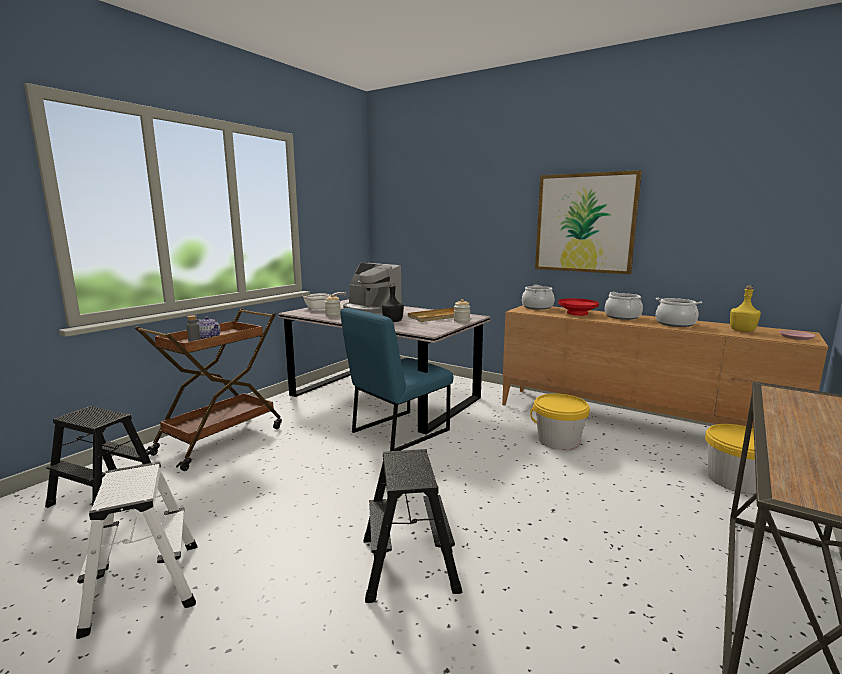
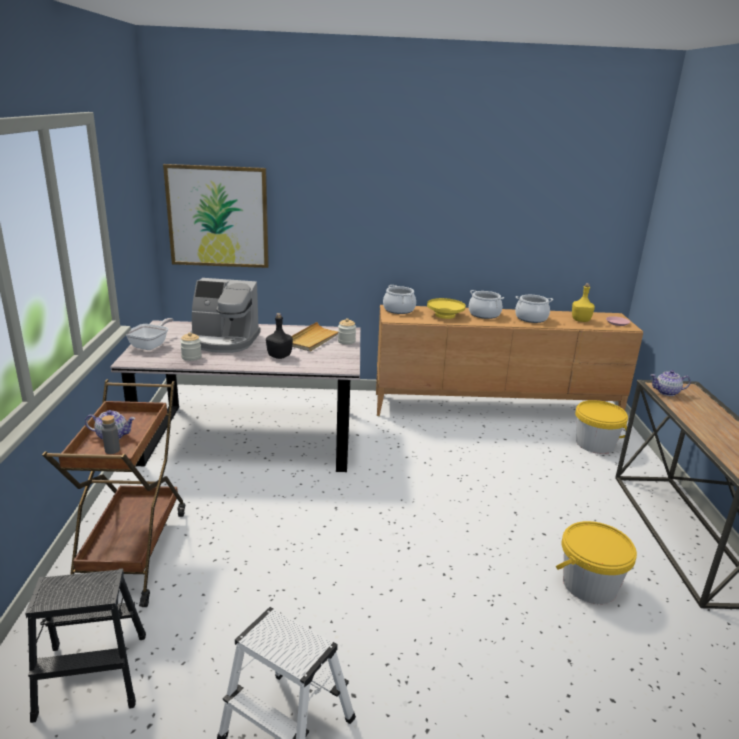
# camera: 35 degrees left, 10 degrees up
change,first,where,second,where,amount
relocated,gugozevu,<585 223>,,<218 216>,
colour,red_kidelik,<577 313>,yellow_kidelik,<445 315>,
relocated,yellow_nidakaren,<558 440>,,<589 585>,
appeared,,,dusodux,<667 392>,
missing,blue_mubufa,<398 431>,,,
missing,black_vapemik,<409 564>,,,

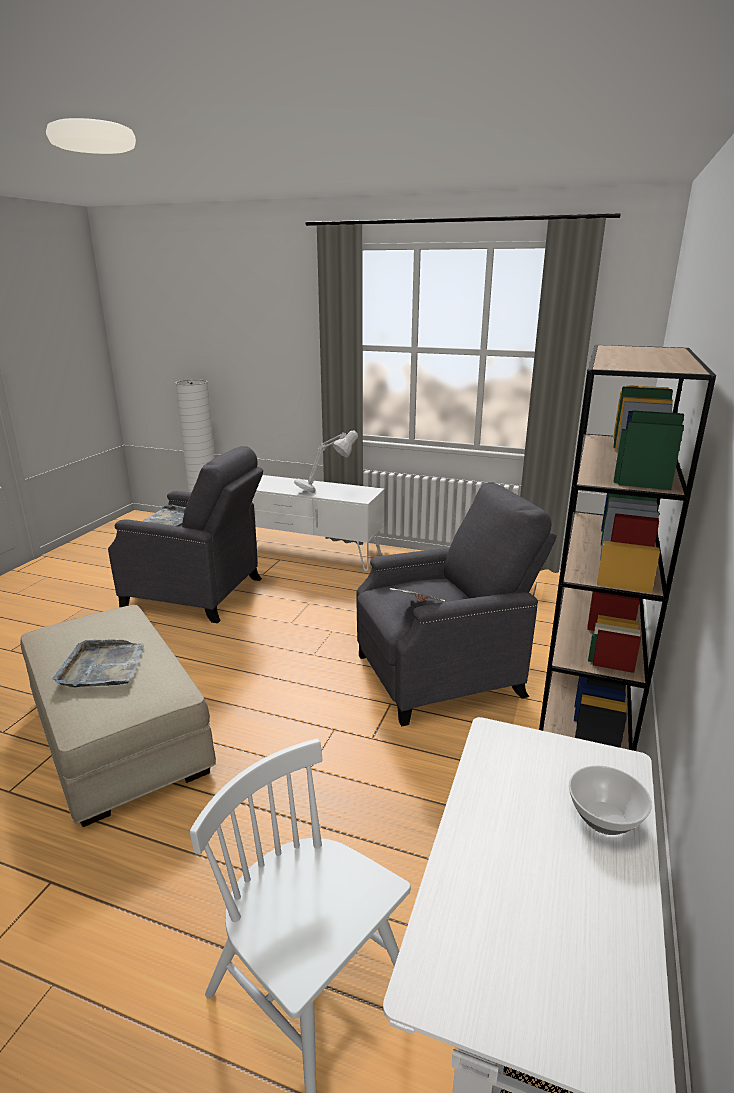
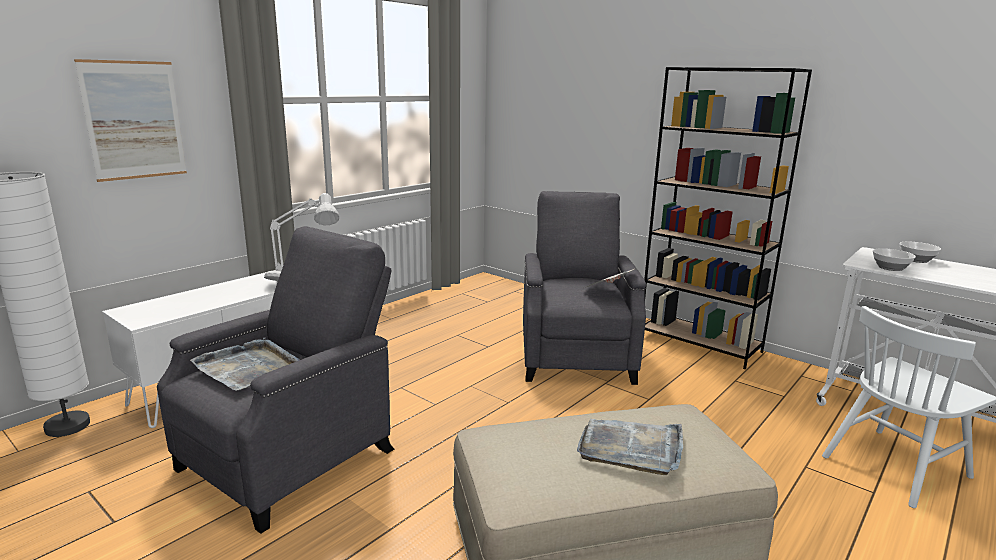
# camera: 70 degrees left, 5 degrees down
change,first,where,second,where,amount
appeared,,,gugozevu,<134 120>,
appeared,,,kidelik,<890 268>,

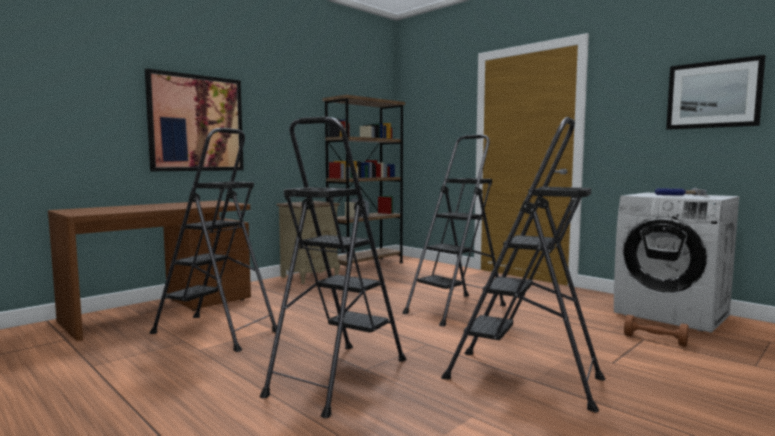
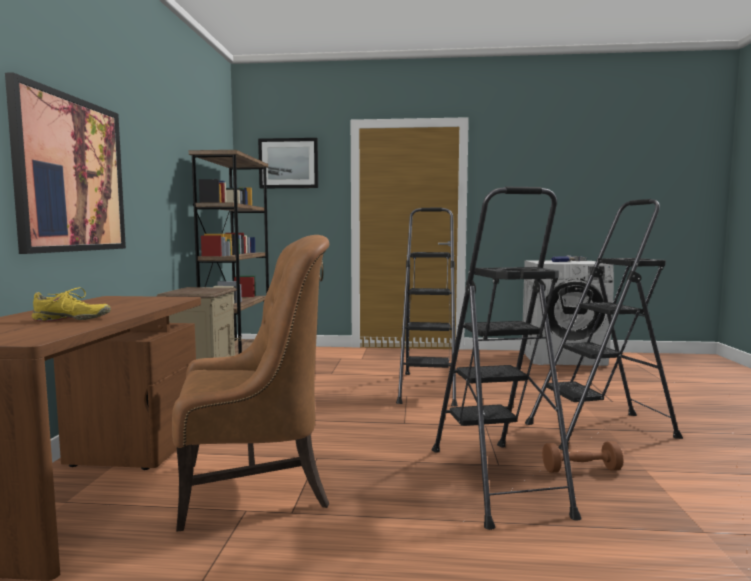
# camera: 40 degrees left, 0 degrees up
change,first,where,second,where,amount
appeared,,,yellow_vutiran,<72 319>,
exchanged,vapemik,<216 332>,brown_mubufa,<257 484>,
relocated,gugozevu,<713 94>,,<288 163>,
relocated,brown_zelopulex,<655 340>,,<581 470>,

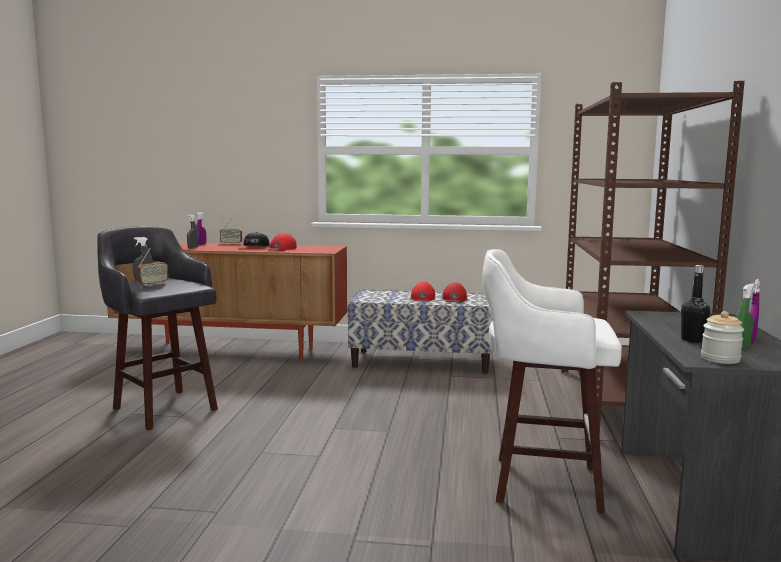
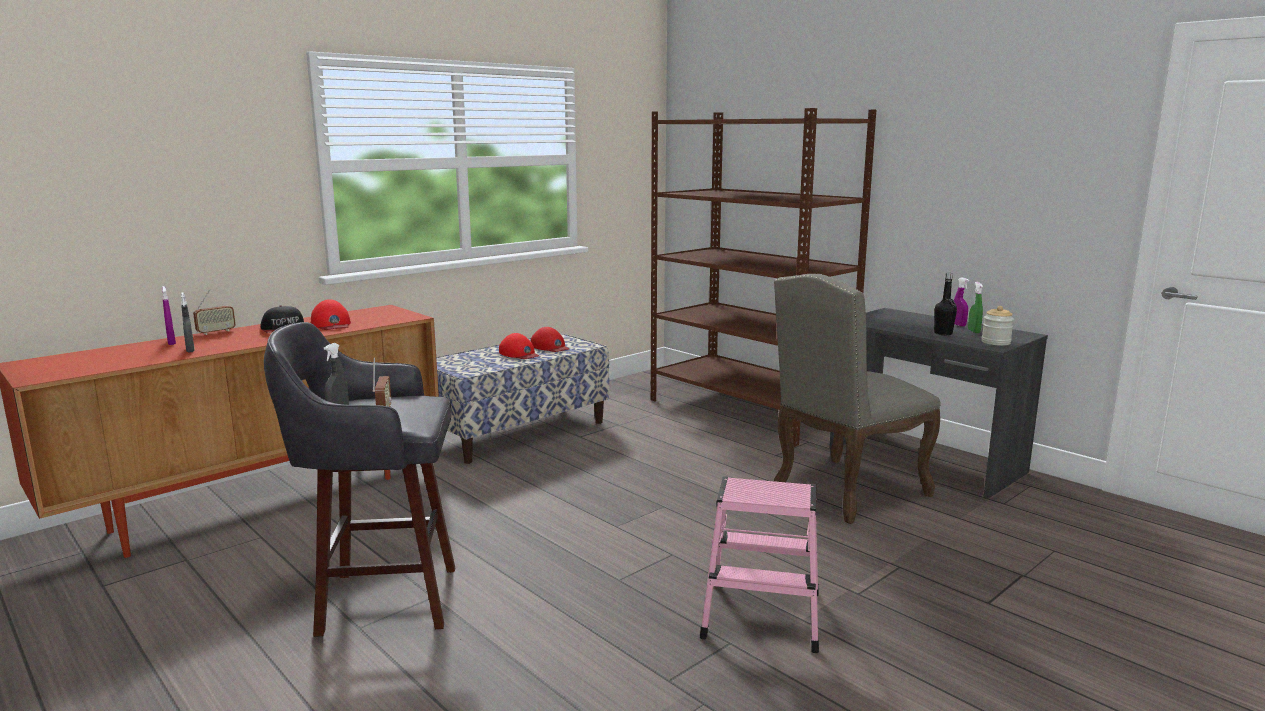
# camera: 50 degrees left, 5 degrees up
change,first,where,second,where,amount
appeared,,,pink_vapemik,<762 613>,
exchanged,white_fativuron,<540 483>,grey_mubufa,<844 492>,

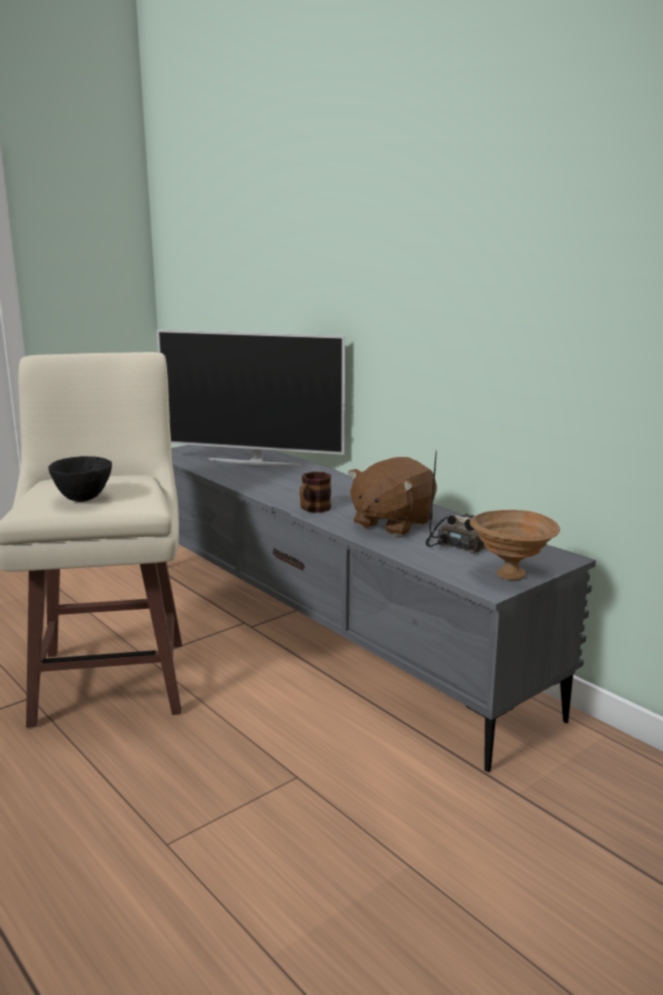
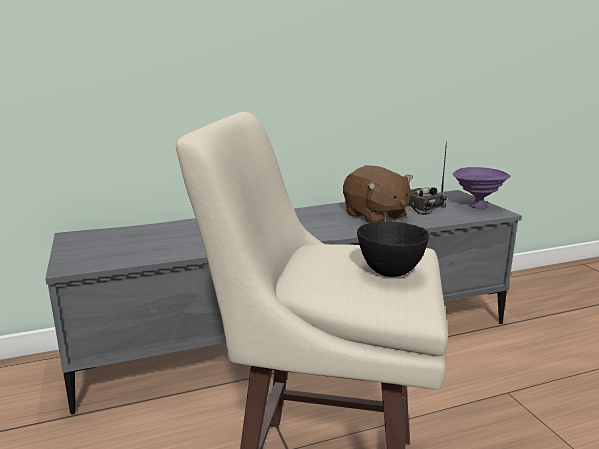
# camera: 70 degrees left, 0 degrees up
change,first,where,second,where,amount
colour,brown_kidelik,<509 574>,purple_kidelik,<477 206>,
missing,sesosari,<255 462>,,,
missing,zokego,<313 509>,,,

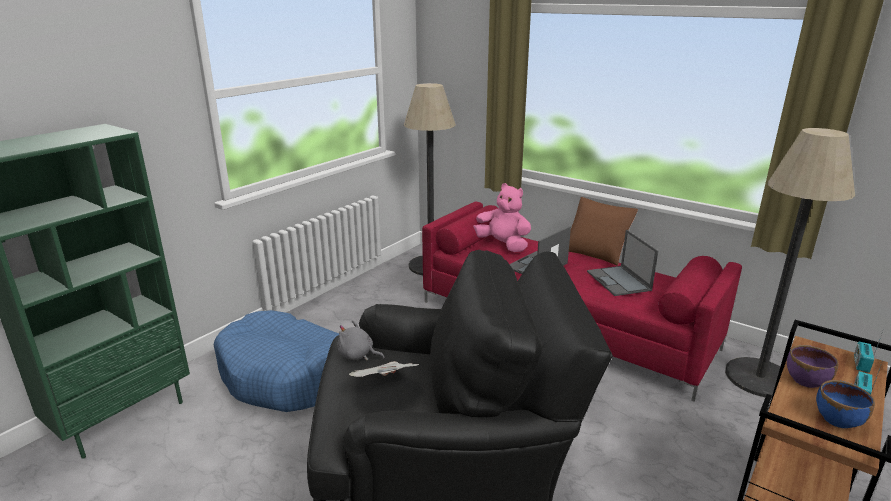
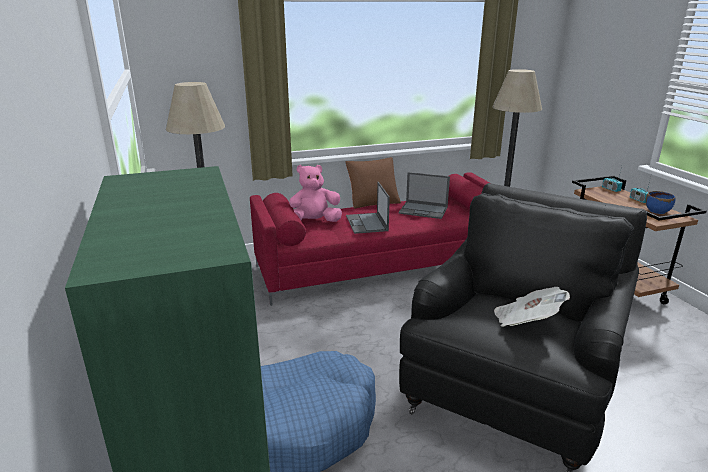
# camera: 55 degrees left, 0 degrees up
change,first,where,second,where,amount
missing,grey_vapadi,<358 355>,,,
missing,purple_kidelik,<806 380>,,,

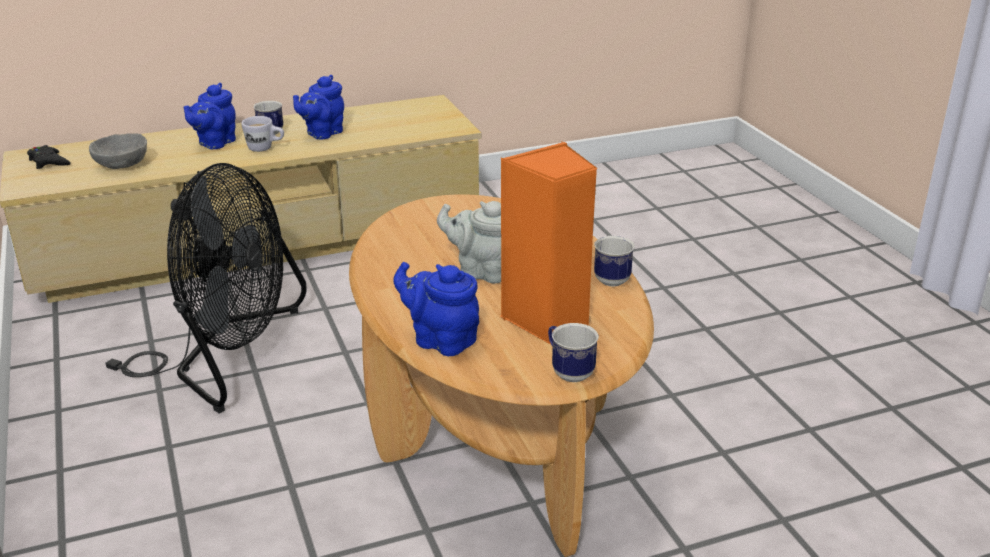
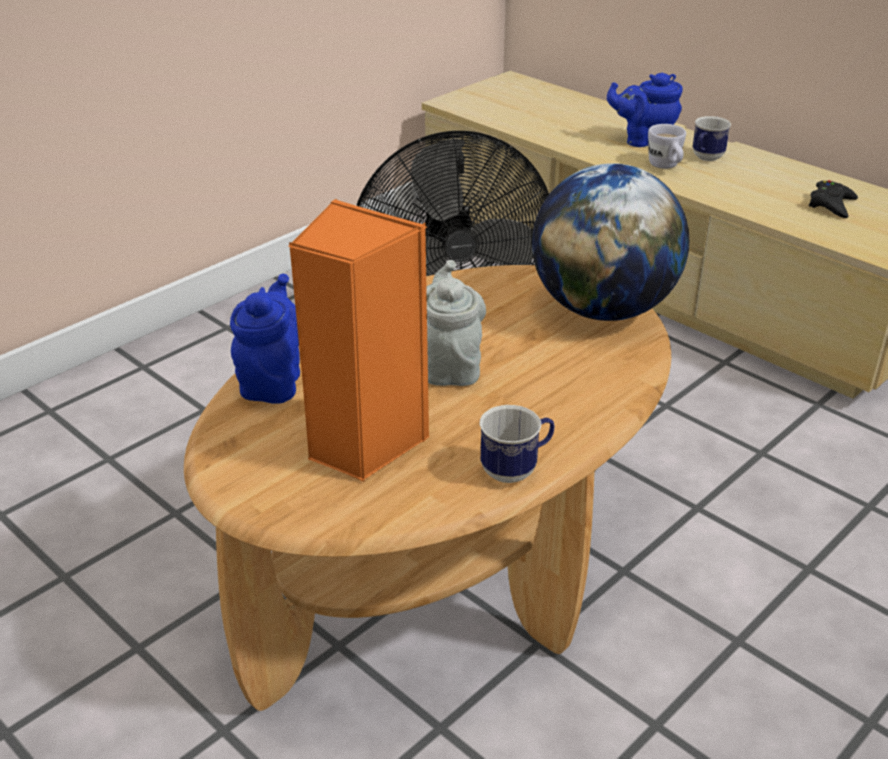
# camera: 65 degrees right, 5 degrees up
change,first,where,second,where,amount
appeared,,,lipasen,<603 309>,
relocated,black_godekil,<49 162>,,<831 205>,
missing,grey_kidelik,<122 165>,,,
missing,blue_dusodux,<322 133>,,,
missing,zokego,<568 371>,,,

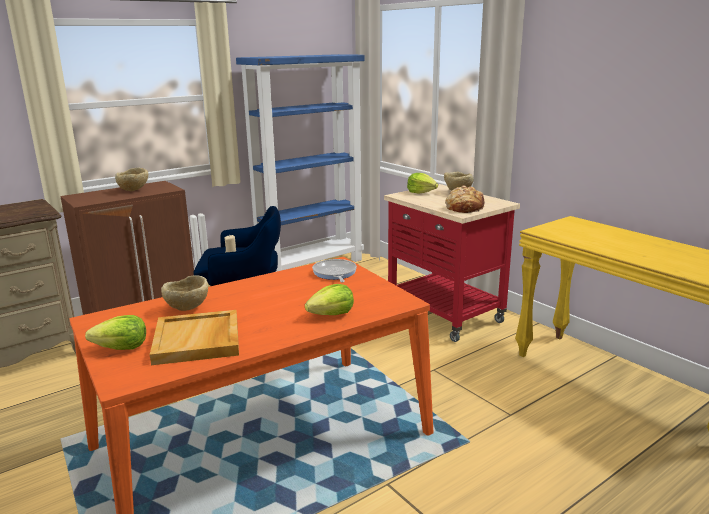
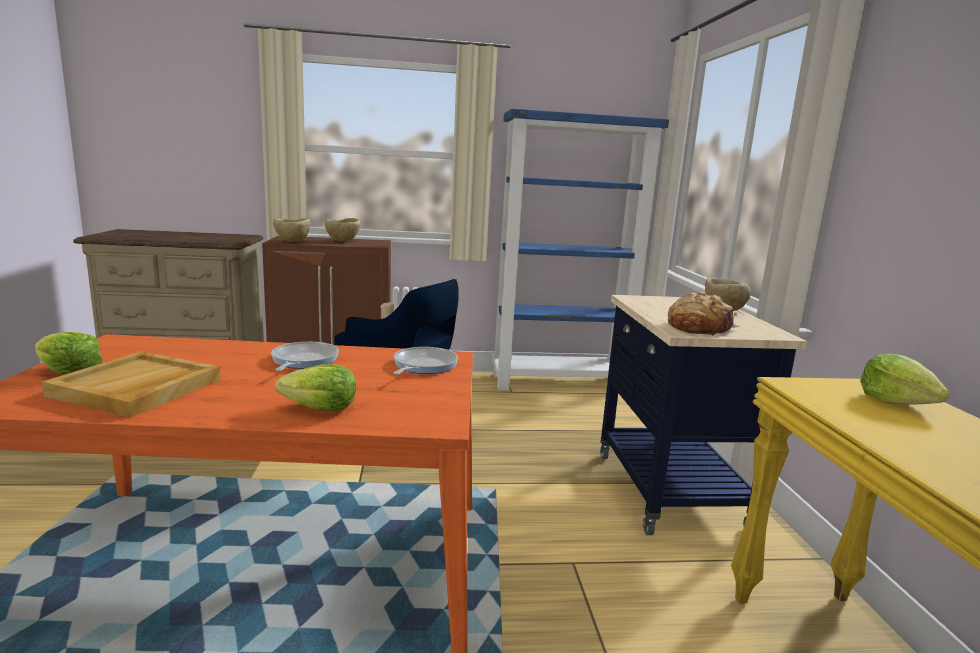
# camera: 30 degrees right, 5 degrees down
change,first,where,second,where,amount
appeared,,,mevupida,<303 361>,
relocated,beige_kidelik,<187 309>,,<292 242>,
colour,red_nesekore,<445 315>,blue_nesekore,<670 493>,
relocated,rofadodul,<421 192>,,<896 401>,

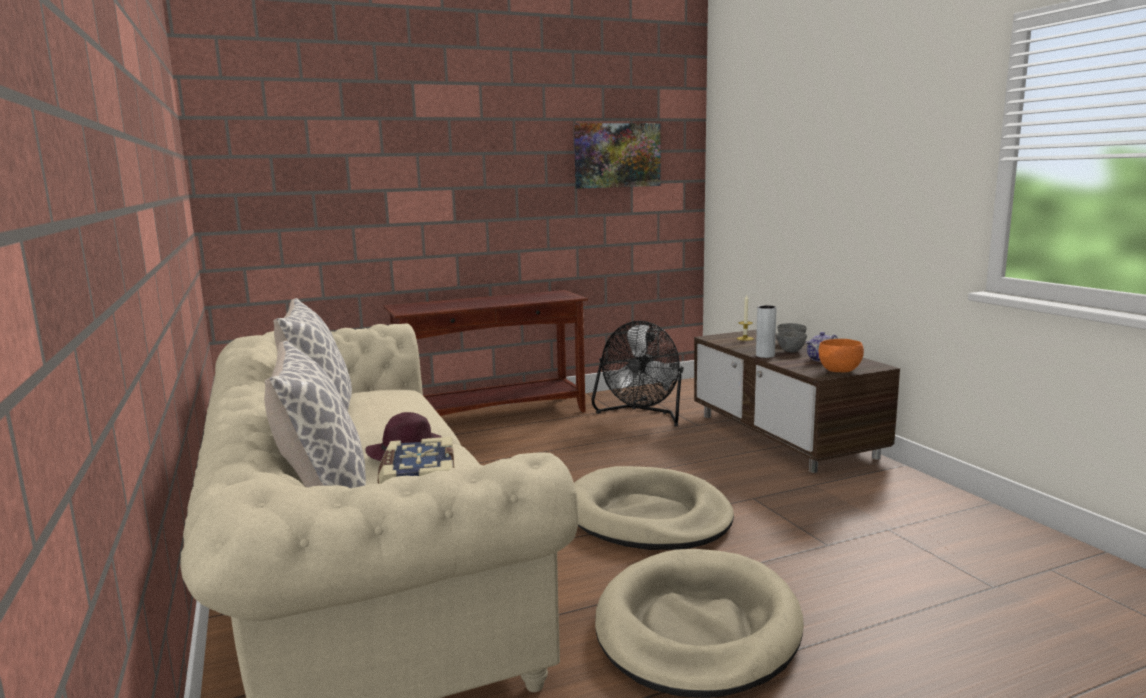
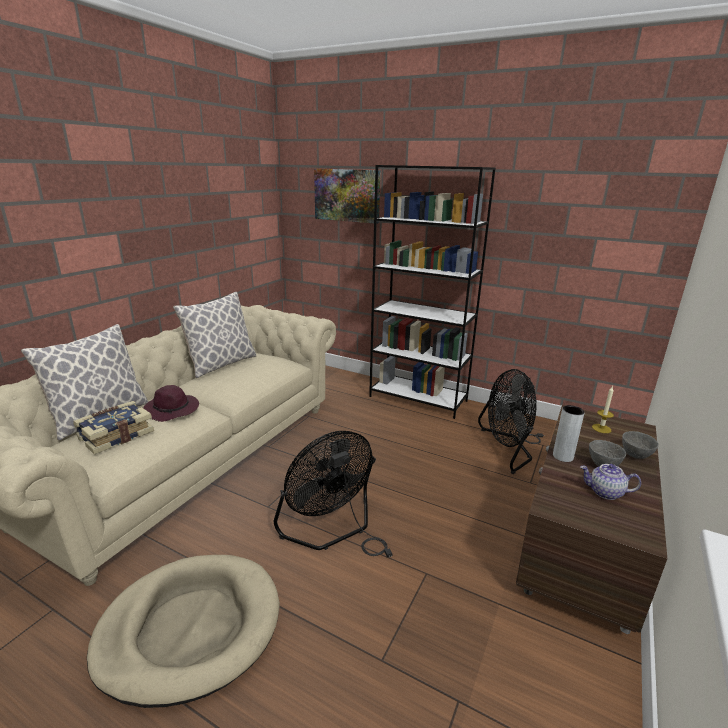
# camera: 50 degrees right, 10 degrees up
change,first,where,second,where,amount
exchanged,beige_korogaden,<647 516>,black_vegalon,<339 529>,
relocated,gugozevu,<617 155>,,<347 195>,
exchanged,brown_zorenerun,<493 416>,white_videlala,<418 398>,
missing,orange_kidelik,<840 371>,,,

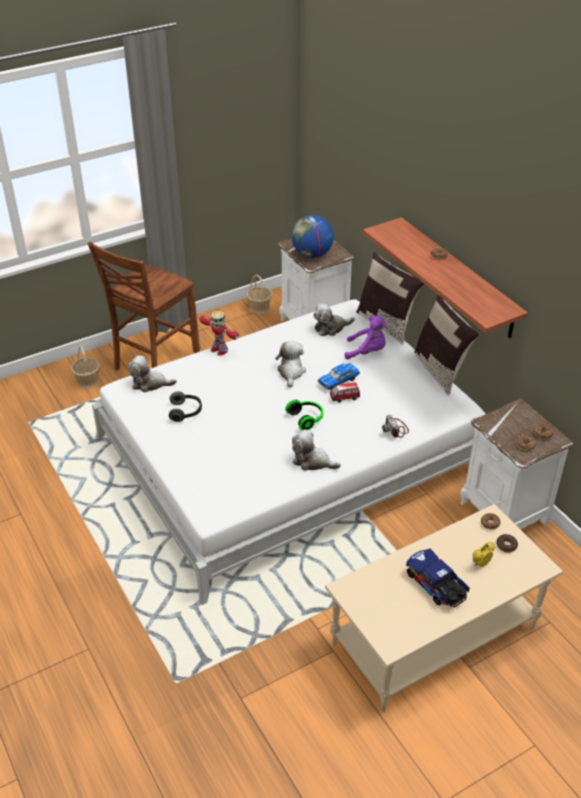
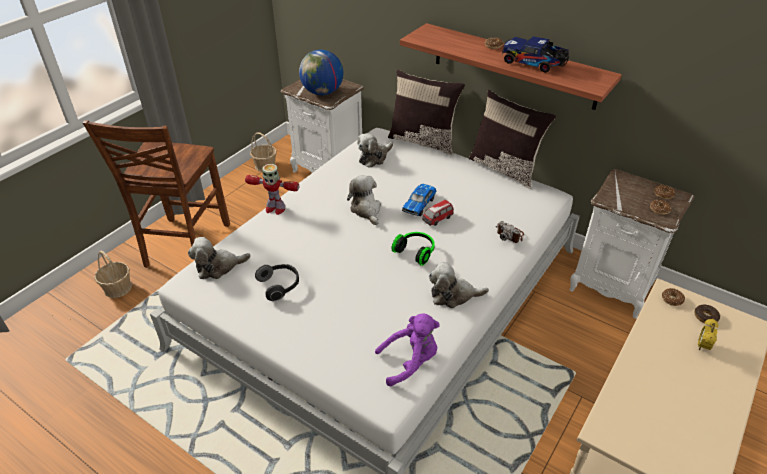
# camera: 25 degrees left, 0 degrees up
change,first,where,second,where,amount
relocated,purple_vapadi,<367 352>,,<410 362>,
relocated,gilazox,<436 586>,,<534 64>,

